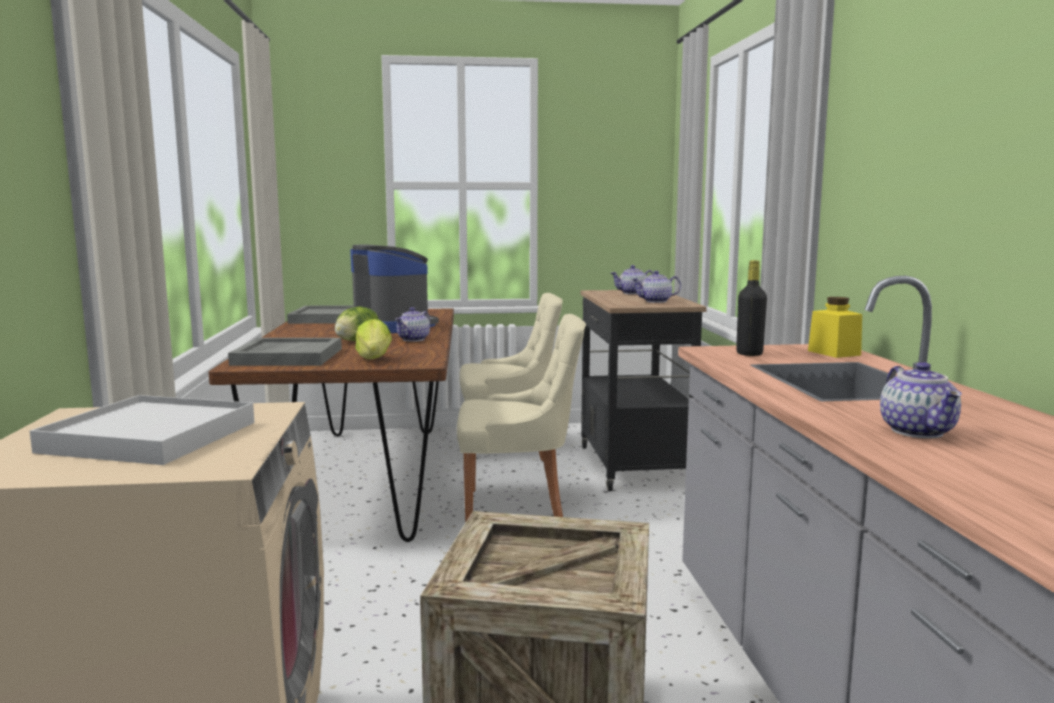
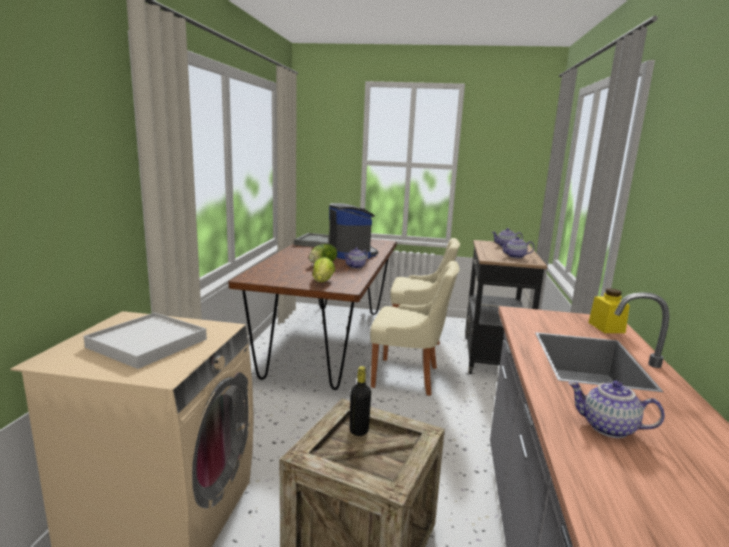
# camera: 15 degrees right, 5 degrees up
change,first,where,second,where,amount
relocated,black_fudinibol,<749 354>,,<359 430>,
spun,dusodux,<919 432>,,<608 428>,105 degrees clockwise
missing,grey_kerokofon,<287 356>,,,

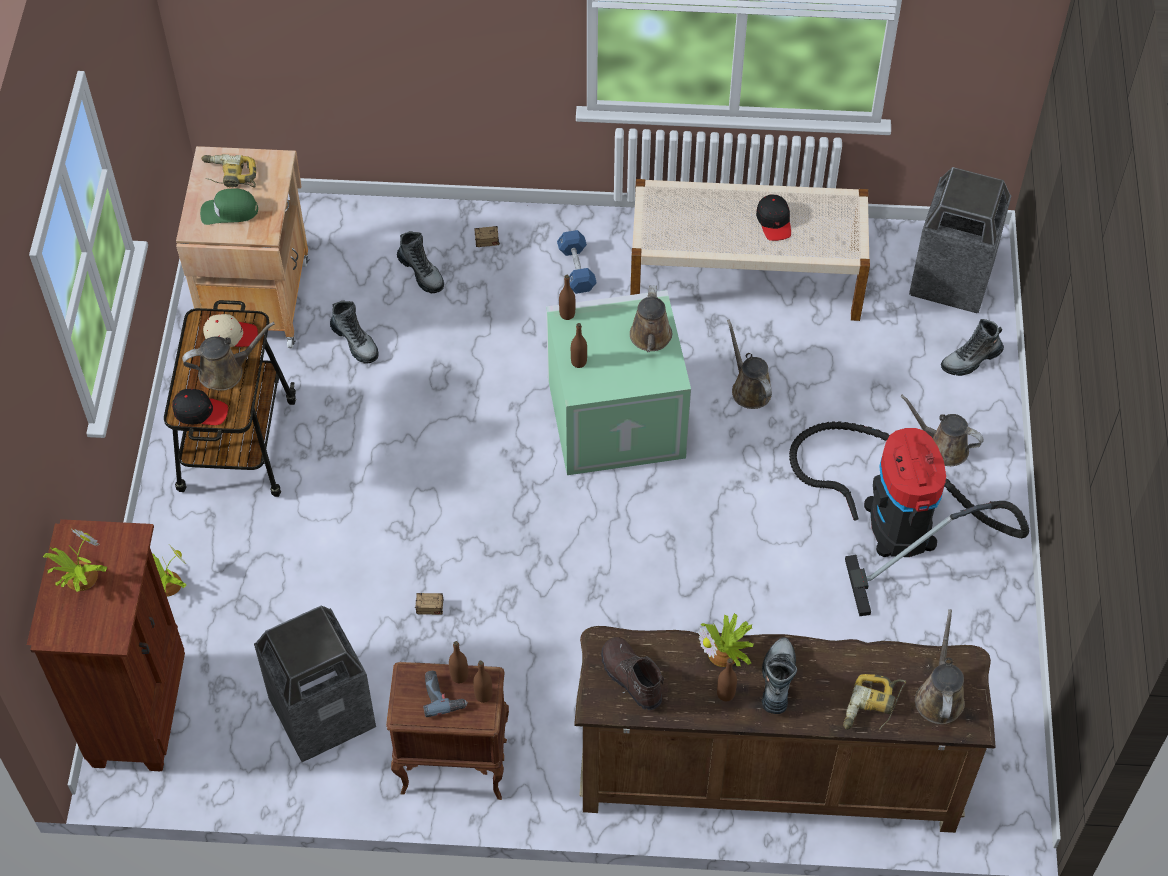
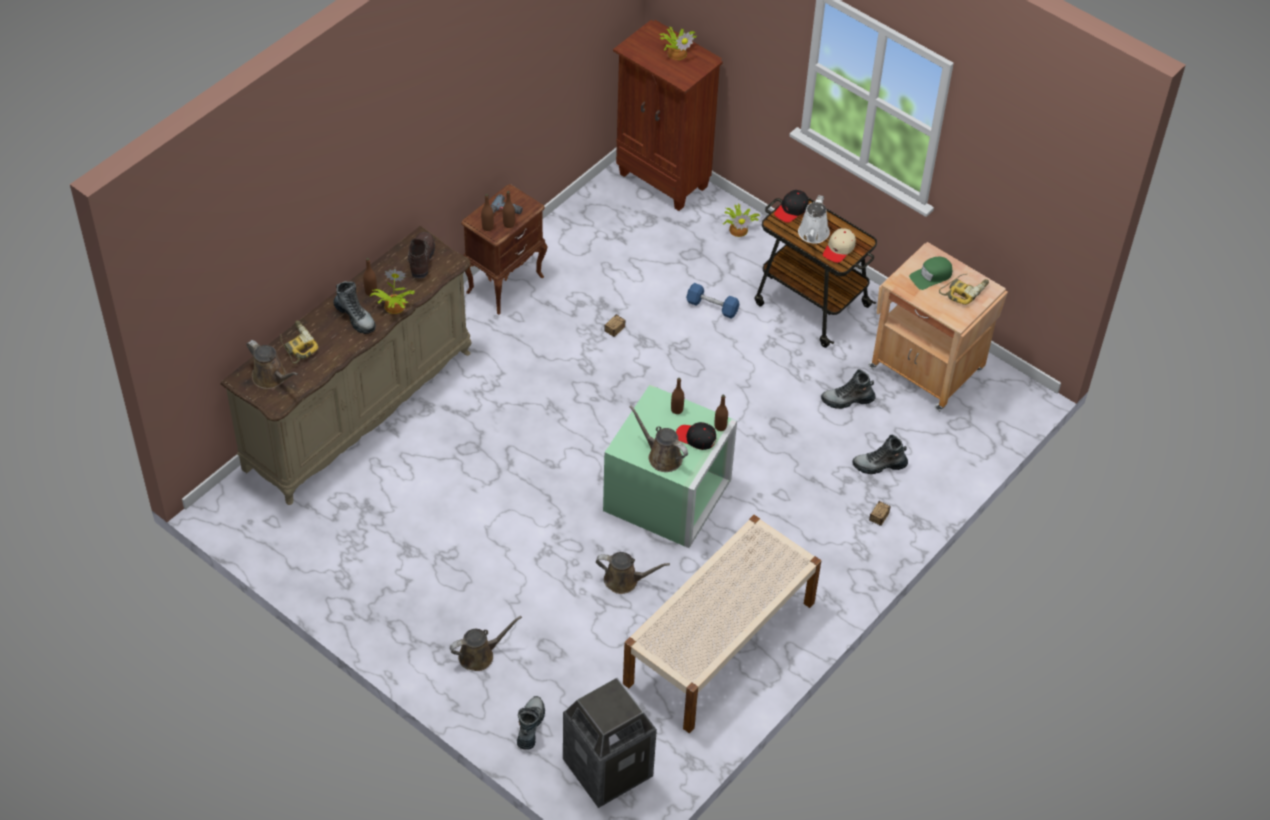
# camera: 125 degrees right, 5 degrees down
change,first,where,second,where,amount
spun,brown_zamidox,<630 678>,,<421 260>,90 degrees counterclockwise
relocated,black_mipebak,<774 222>,,<696 438>,
relocated,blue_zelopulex,<576 269>,,<712 307>,
colour,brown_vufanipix,<226 371>,white_vufanipix,<813 235>,
spun,green_mipebak,<229 211>,,<931 276>,150 degrees counterclockwise
missing,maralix,<321 713>,,,
missing,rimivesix,<895 517>,,,

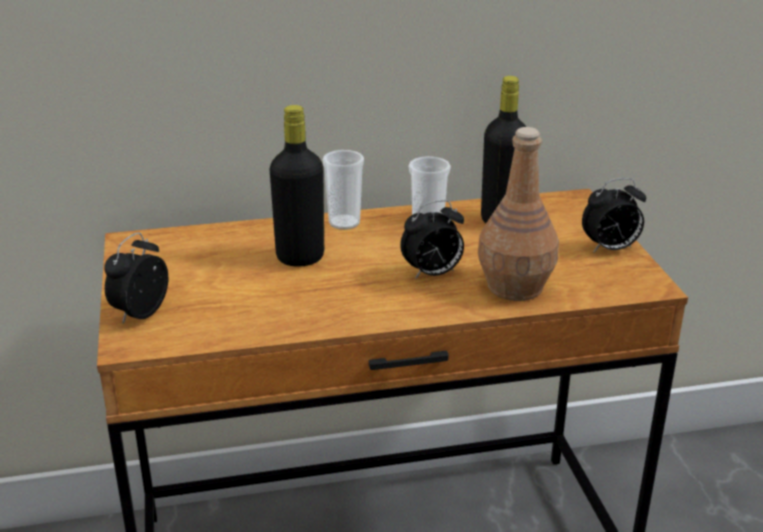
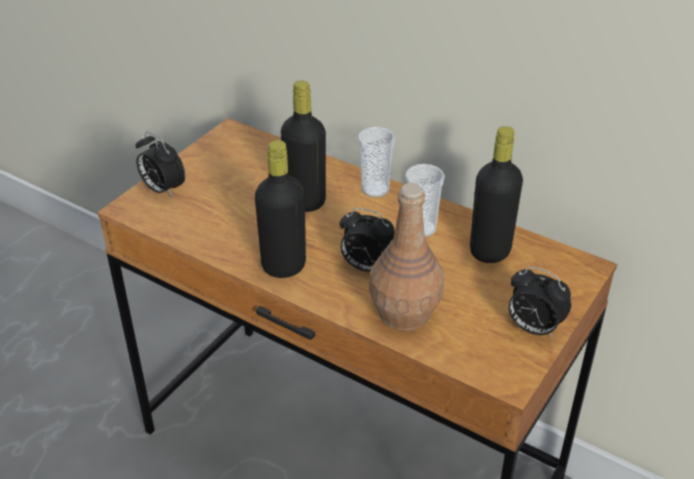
# camera: 45 degrees right, 10 degrees up
change,first,where,second,where,amount
spun,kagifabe,<140 313>,,<162 189>,120 degrees counterclockwise
appeared,,,black_fudinibol,<283 266>,

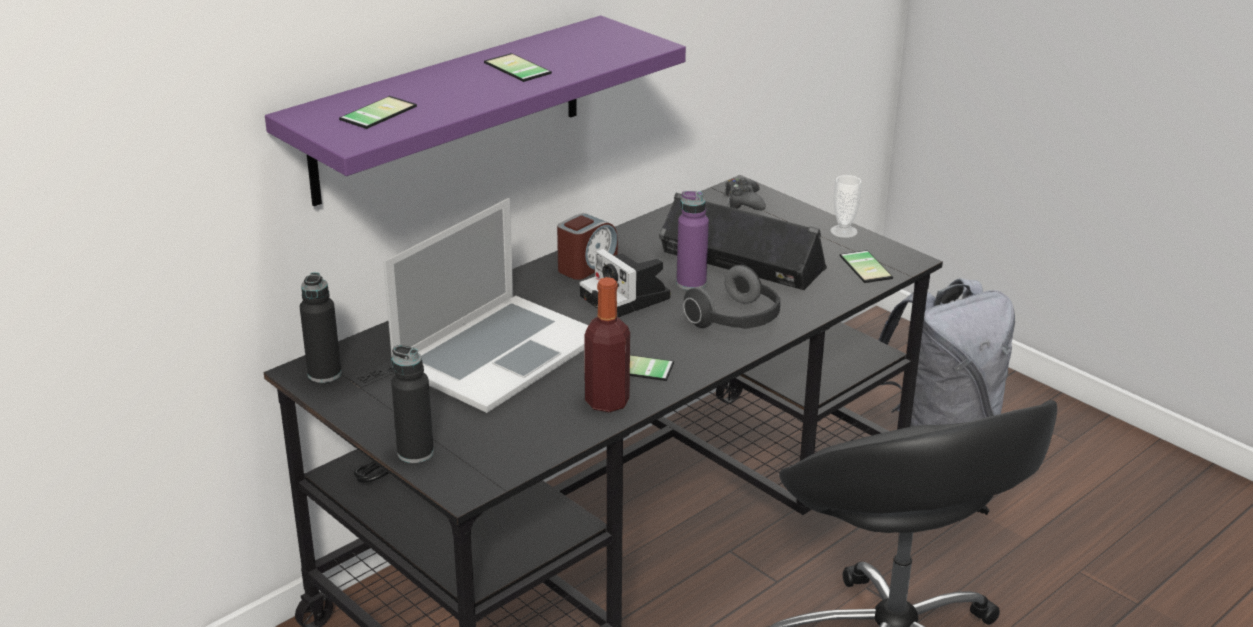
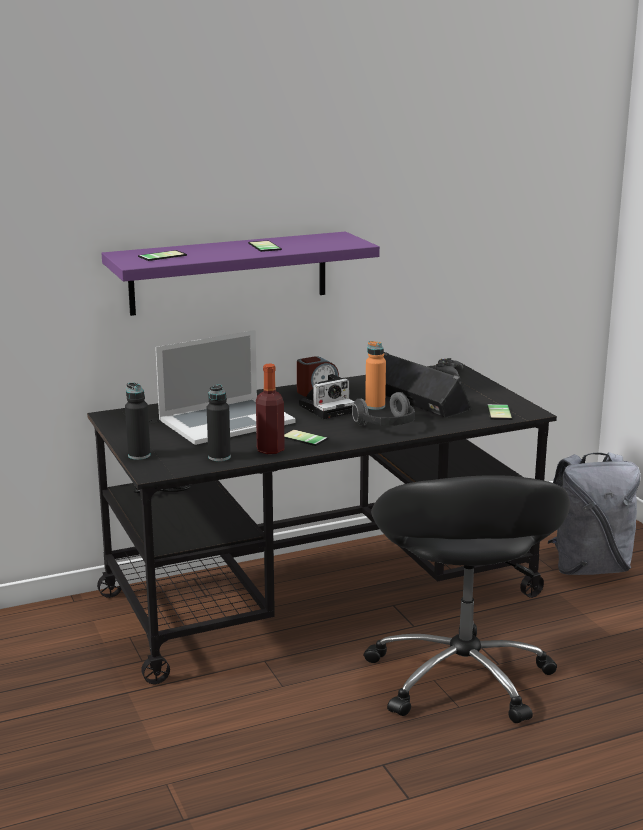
# camera: 20 degrees right, 10 degrees down
change,first,where,second,where,amount
relocated,black_fudinibol,<324 374>,,<219 457>,
spun,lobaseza,<628 298>,,<328 408>,105 degrees counterclockwise
colour,purple_fudinibol,<691 283>,orange_fudinibol,<375 406>,
missing,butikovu,<843 231>,,,

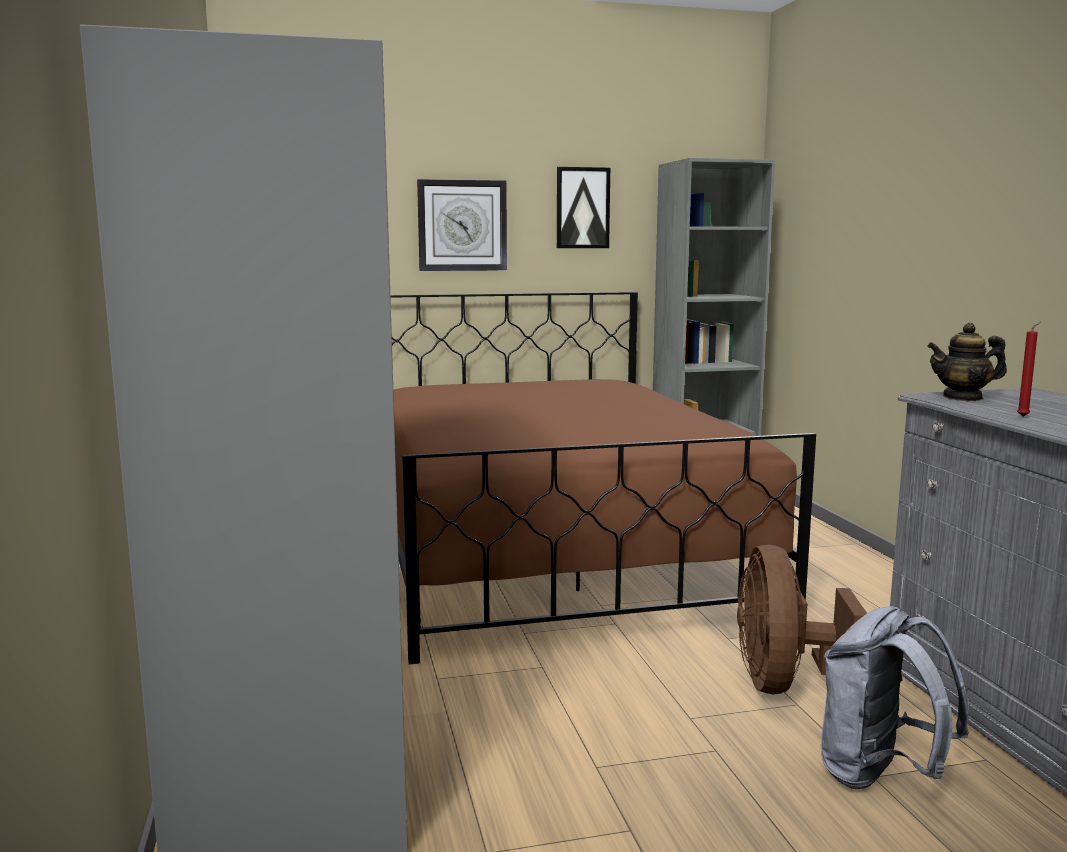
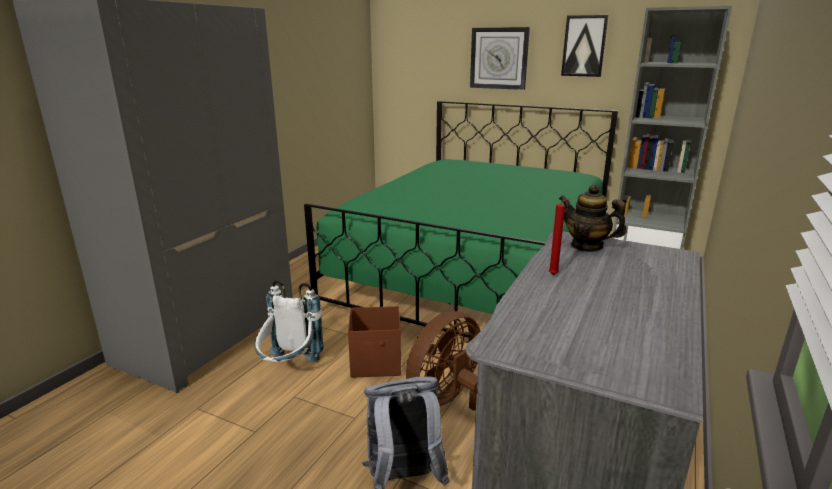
# camera: 40 degrees right, 10 degrees up
change,first,where,second,where,amount
appeared,,,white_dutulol,<289 368>,
colour,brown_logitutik,<549 553>,green_logitutik,<474 277>,
appeared,,,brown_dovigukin,<377 363>,

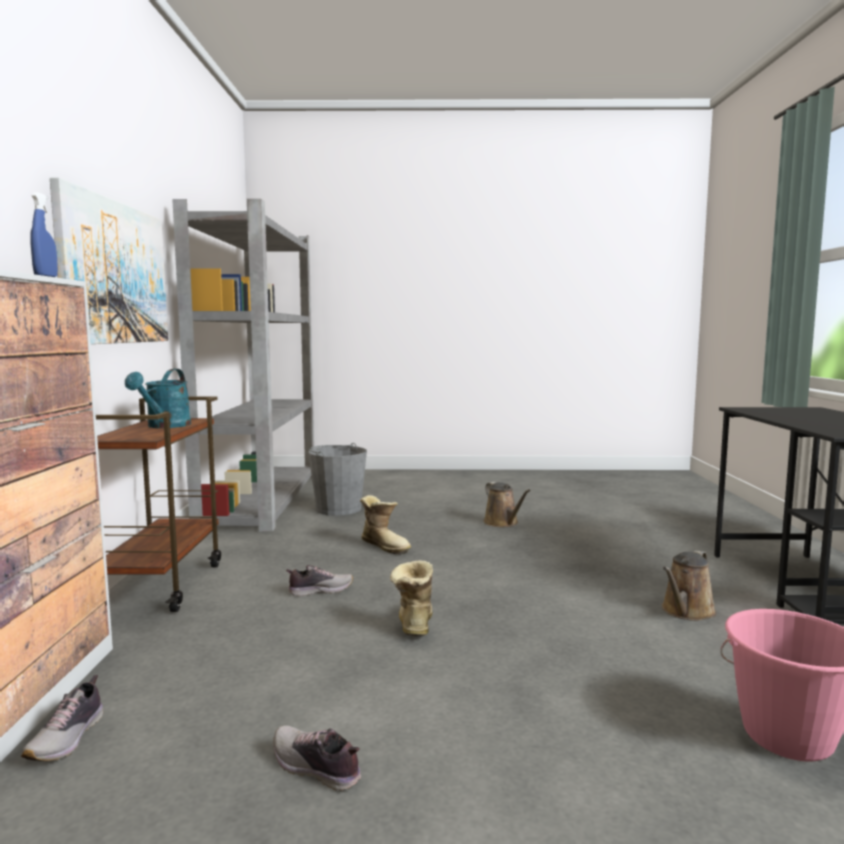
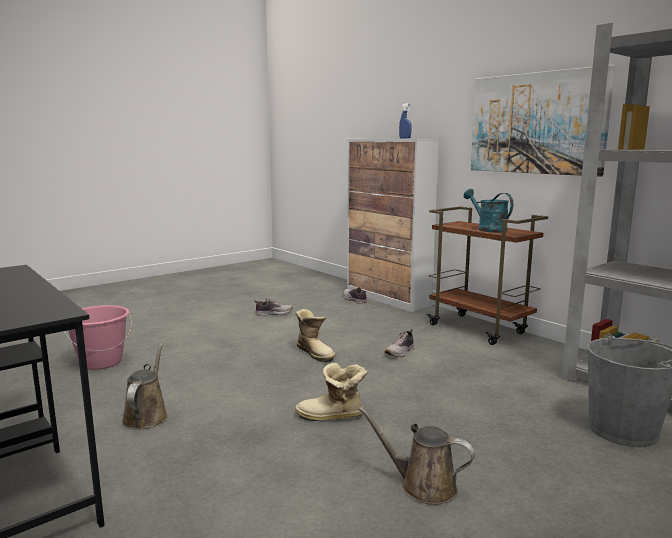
# camera: 140 degrees right, 5 degrees up
change,first,where,second,where,amount
relocated,zamidox,<385 546>,,<332 417>,

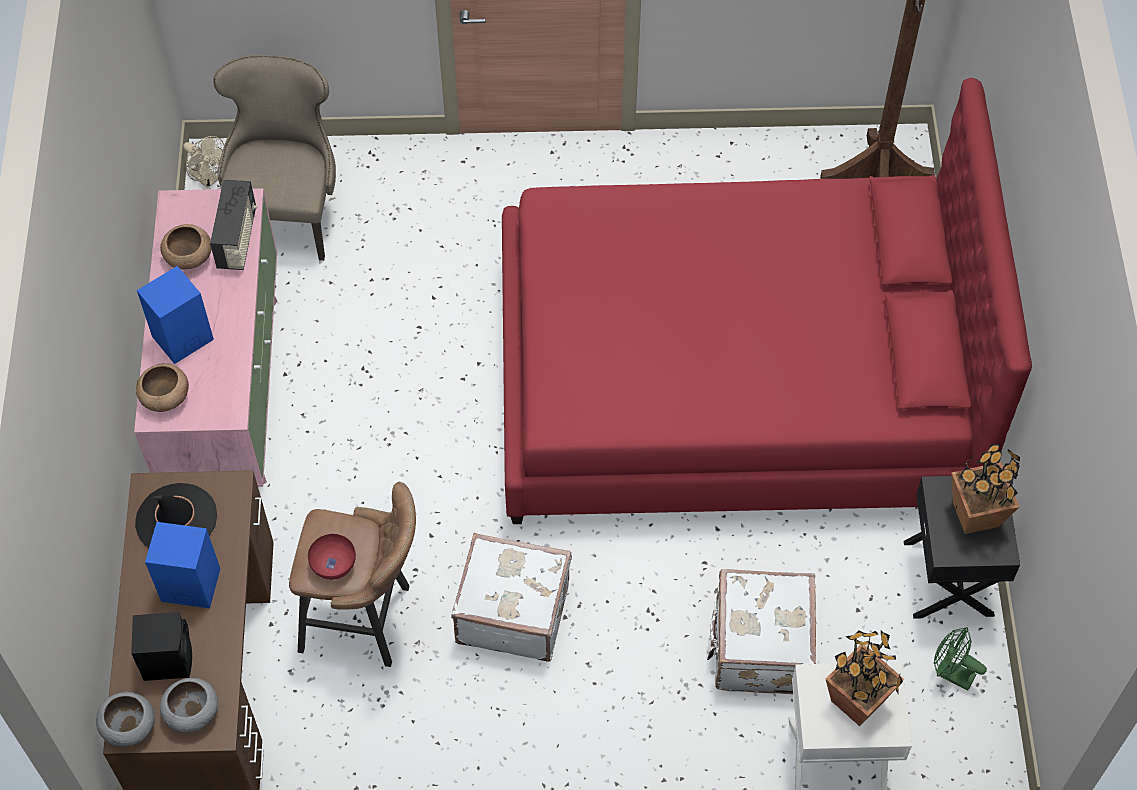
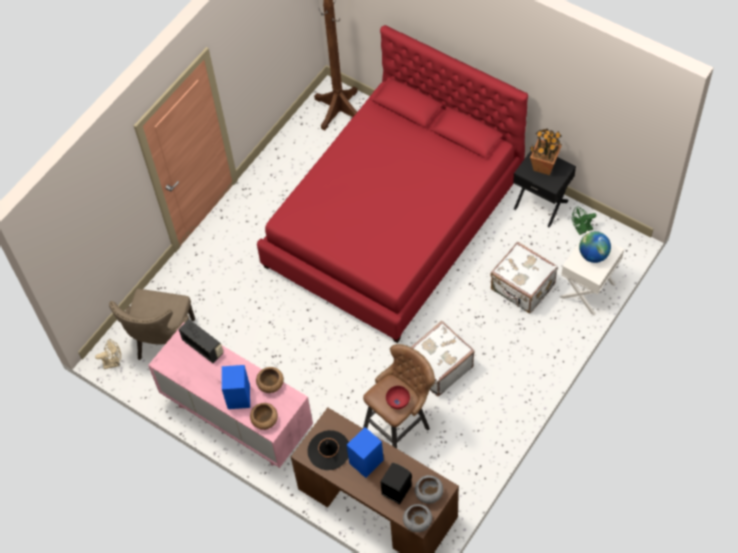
# camera: 50 degrees left, 0 degrees up
change,first,where,second,where,amount
spun,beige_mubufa,<287 213>,,<162 340>,120 degrees counterclockwise
relocated,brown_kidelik,<189 257>,,<271 384>,
exchanged,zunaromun,<857 702>,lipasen,<593 255>,

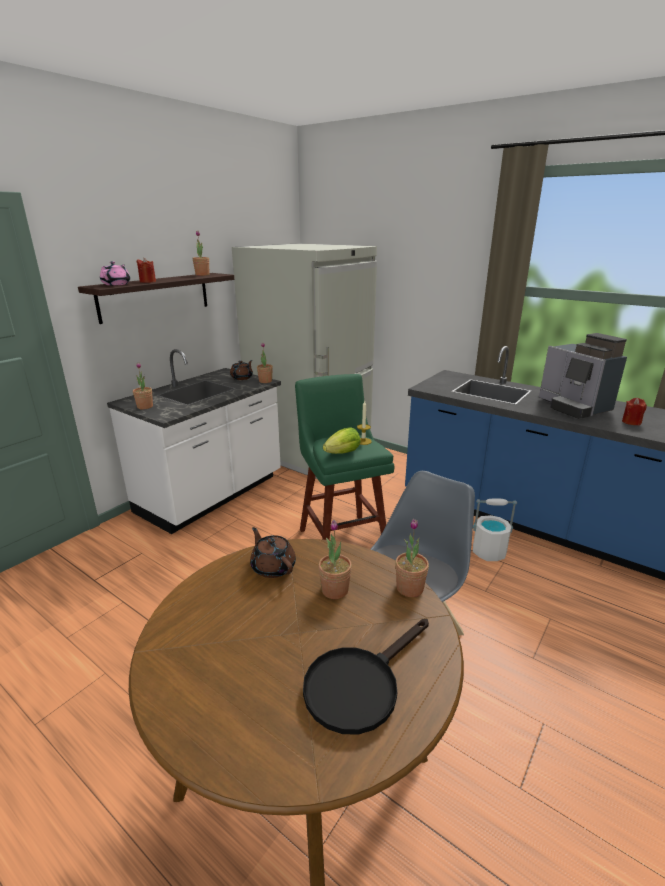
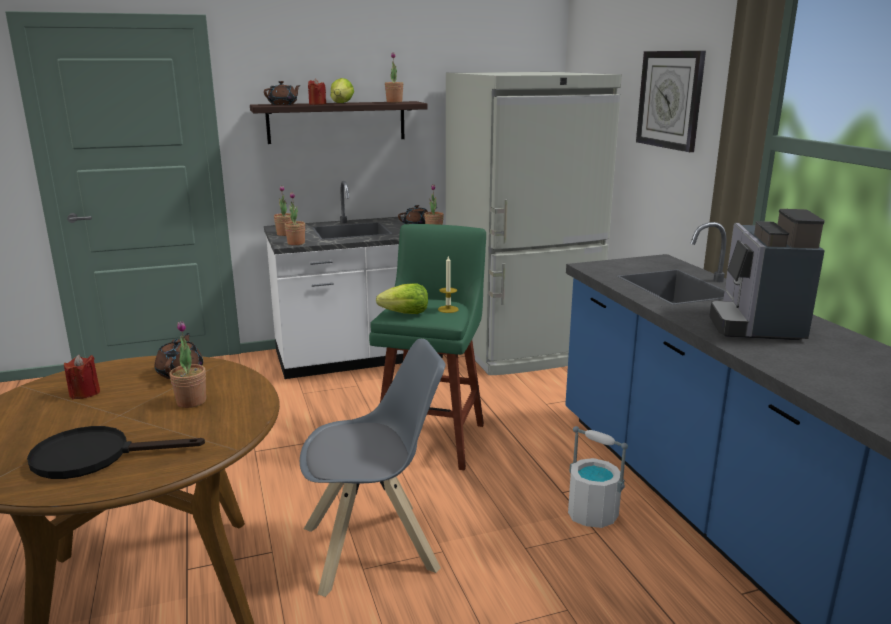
# camera: 35 degrees right, 5 degrees down
change,first,where,second,where,amount
relocated,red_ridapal,<631 422>,,<84 393>,
colour,pink_dusodux,<117 284>,brown_dusodux,<283 104>,
relocated,zunaromun,<409 588>,,<296 243>,
appeared,,,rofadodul,<342 103>,
appeared,,,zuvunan,<670 99>,

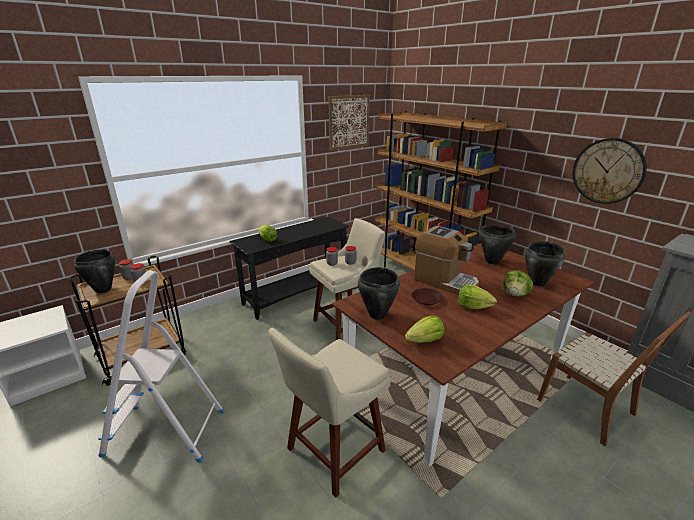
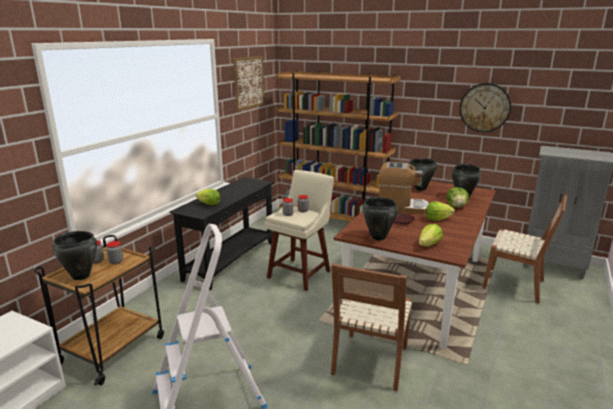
# camera: 25 degrees left, 5 degrees down
change,first,where,second,where,amount
exchanged,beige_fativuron,<332 451>,mubufa,<369 364>,

